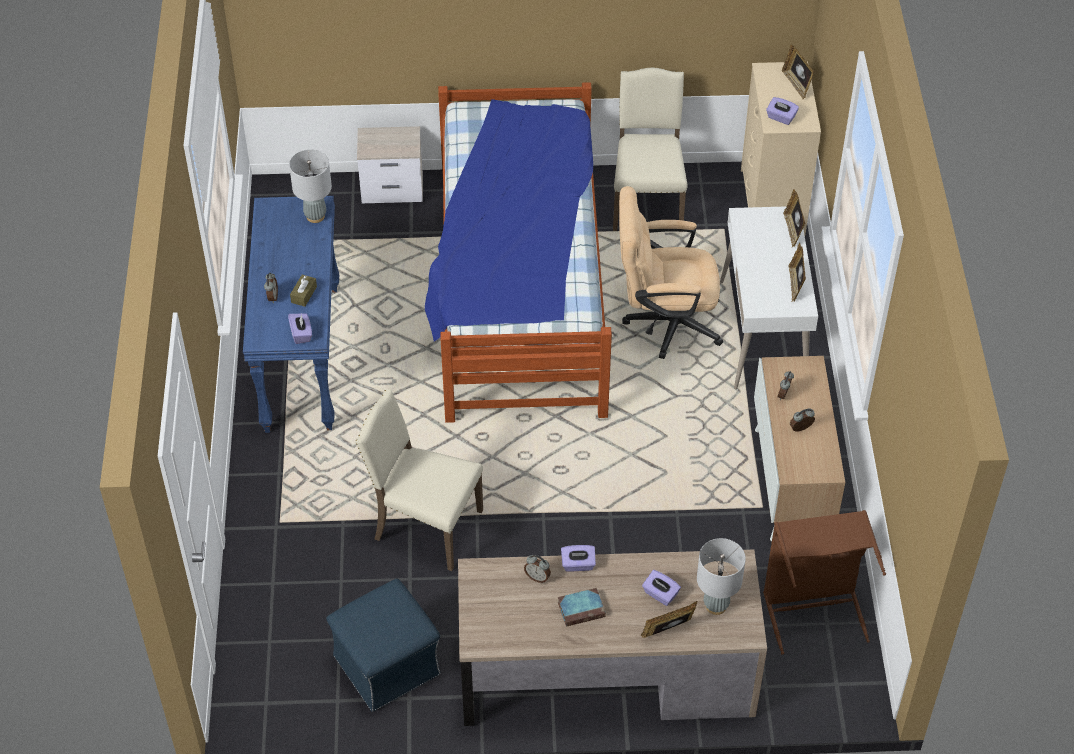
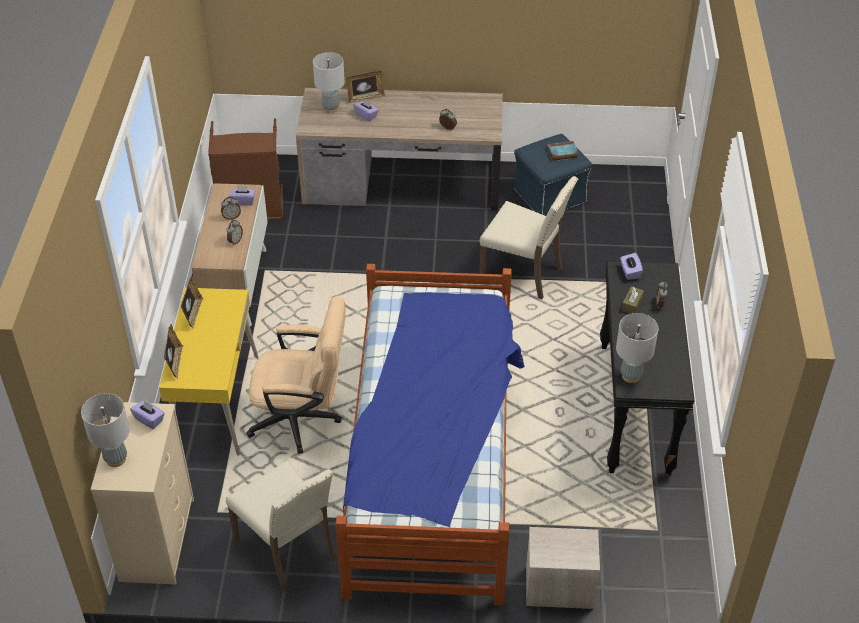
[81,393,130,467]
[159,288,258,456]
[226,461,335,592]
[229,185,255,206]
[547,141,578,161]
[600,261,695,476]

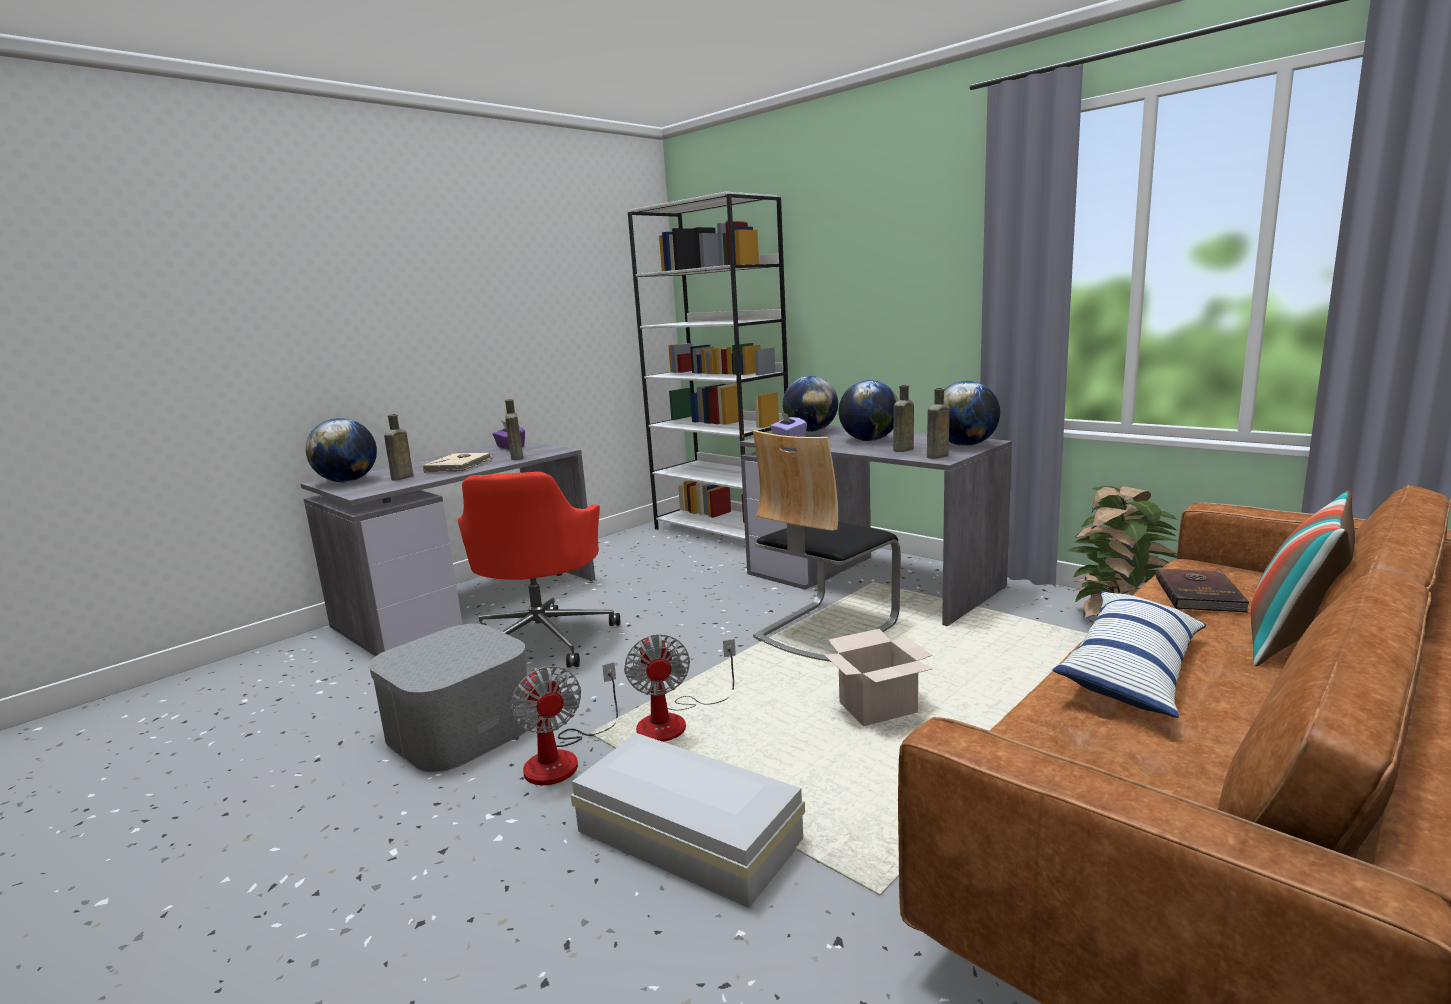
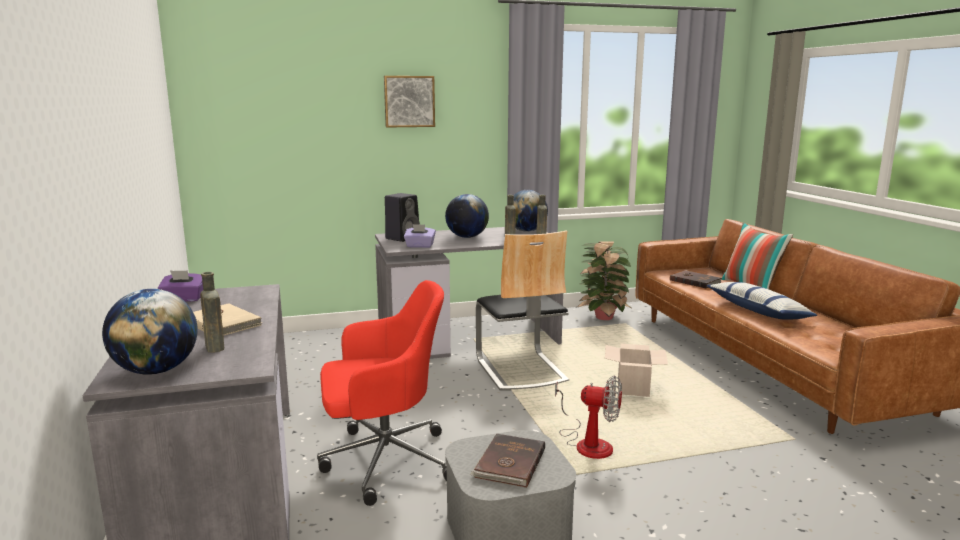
[317,280,447,506]
[384,76,435,128]
[385,193,420,242]
[470,434,545,488]
[505,399,523,460] (first image)
[511,662,618,785] (first image)
[571,733,805,908] (first image)
[628,192,788,540] (first image)

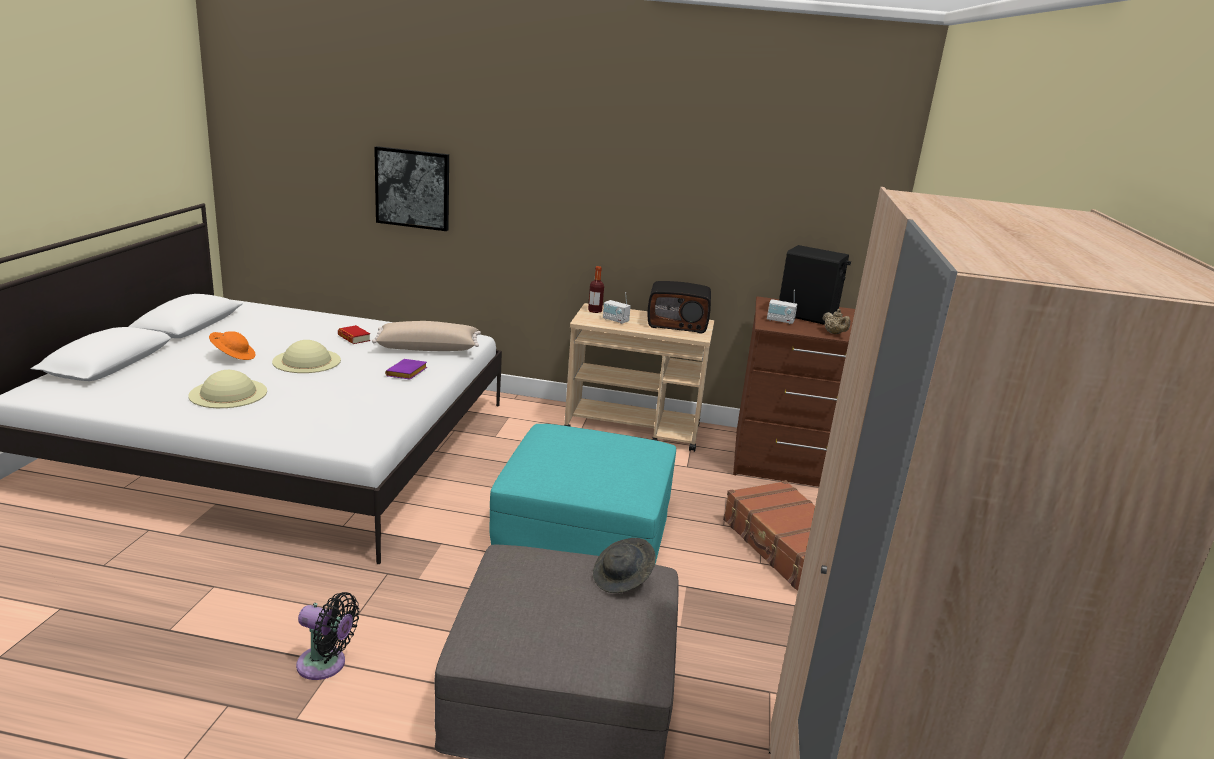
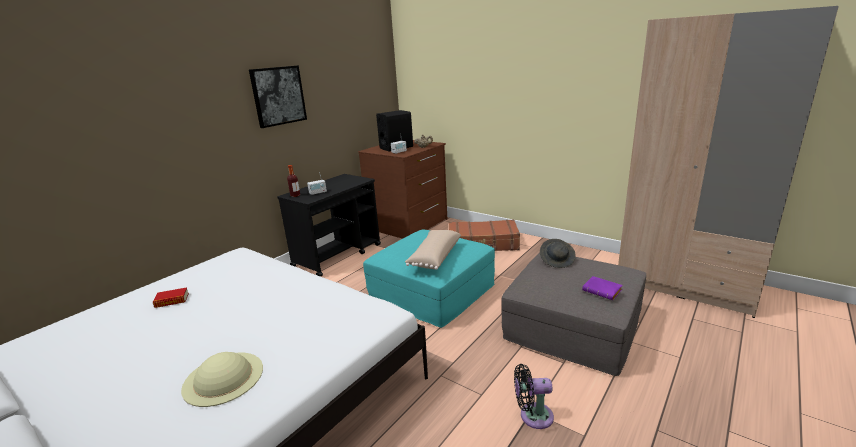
[249,66,307,128]
[277,174,381,276]
[405,230,461,270]
[514,364,554,429]
[582,276,623,300]
[209,331,255,360] (first image)
[272,340,341,373] (first image)
[647,281,711,334] (first image)

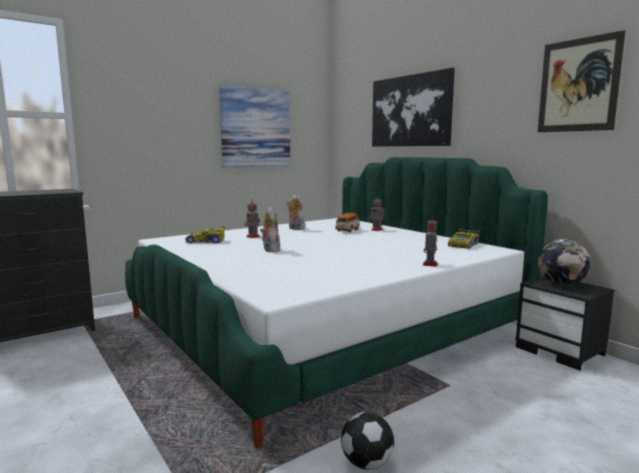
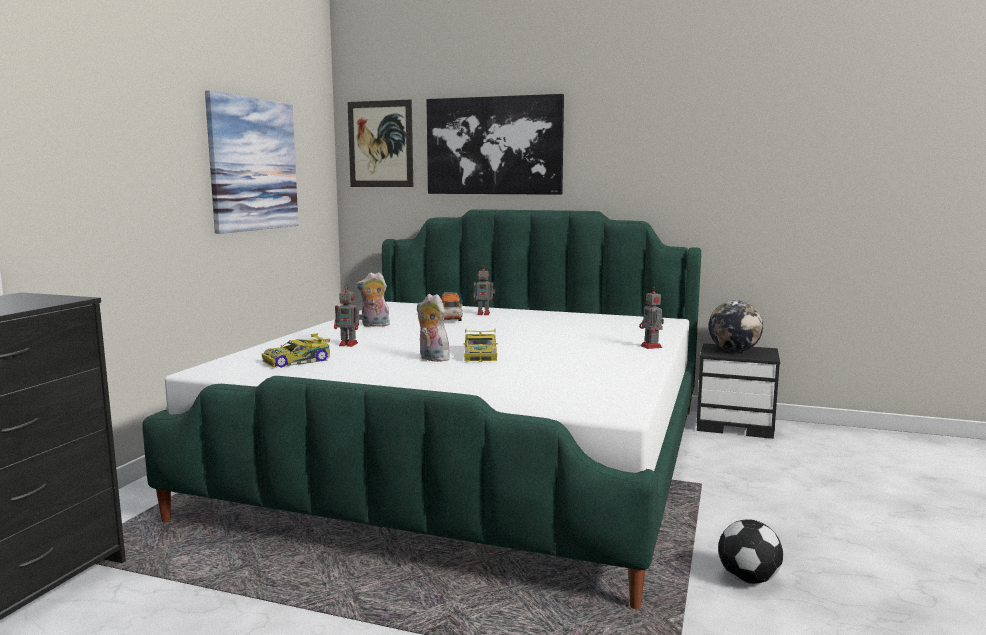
[348,100,413,187]
[464,328,498,362]

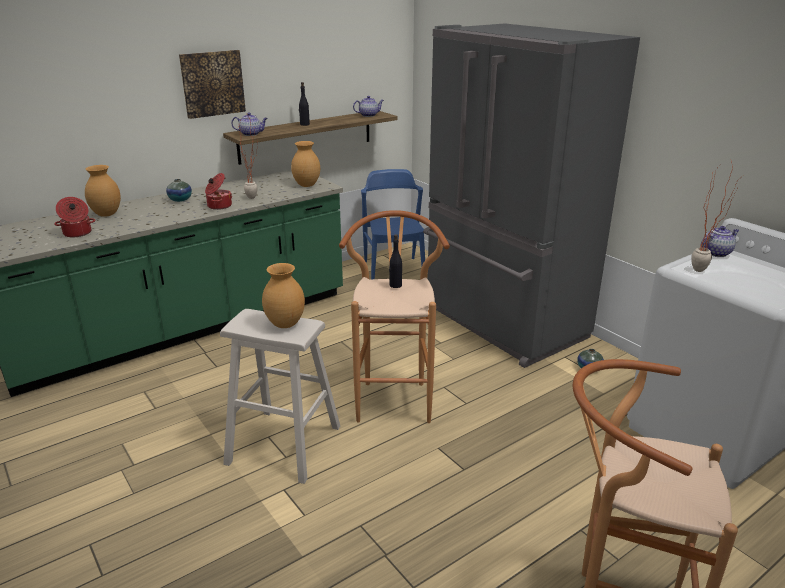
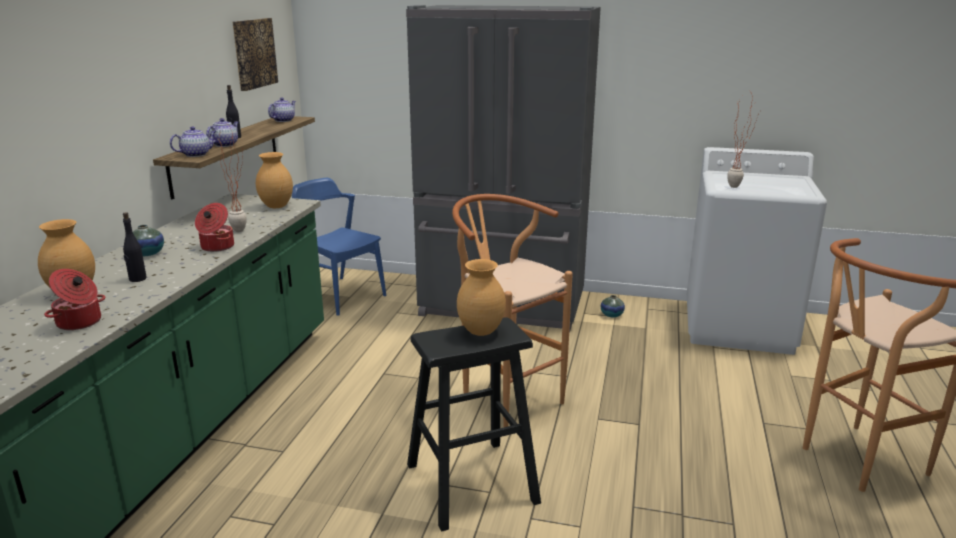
[123,212,147,282]
[206,118,238,147]
[232,18,278,91]
[407,317,541,532]

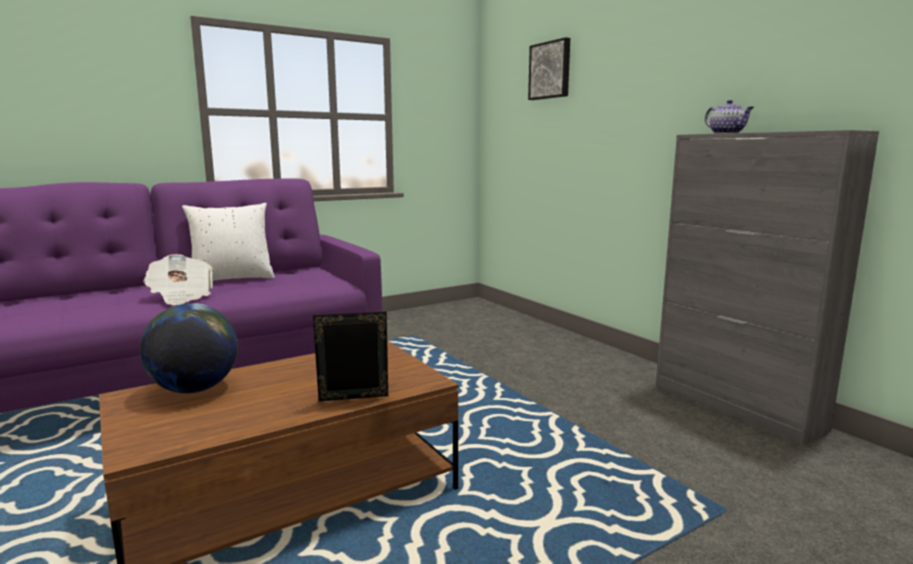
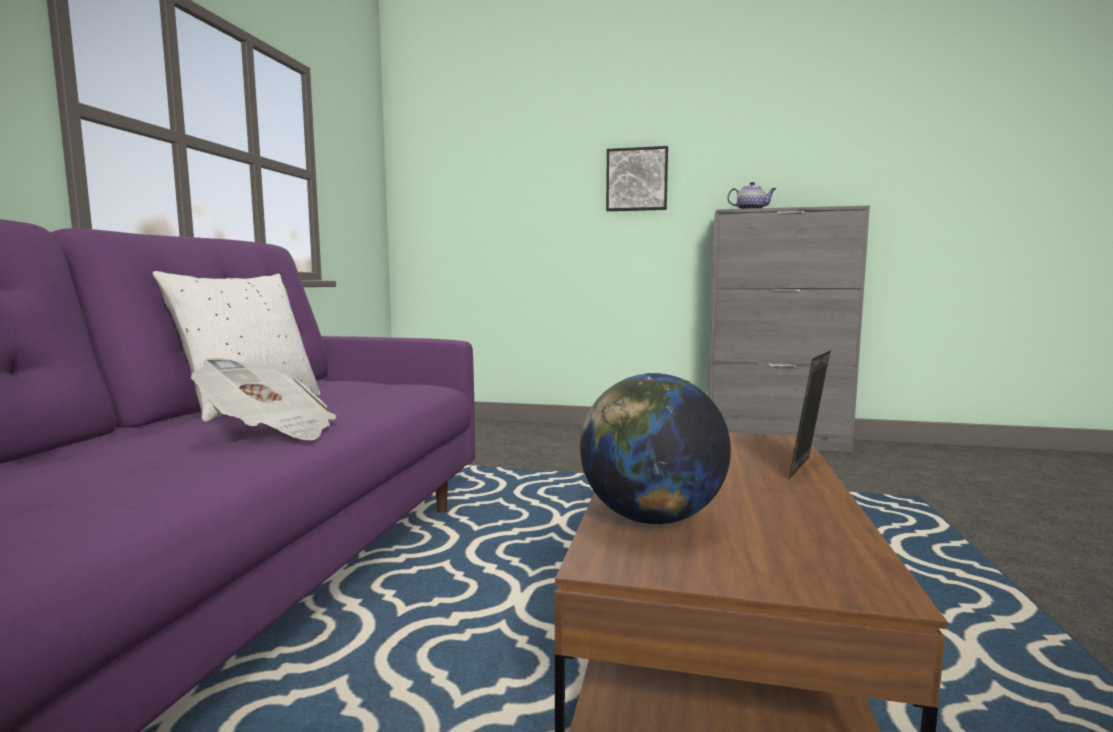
[606,146,668,211]

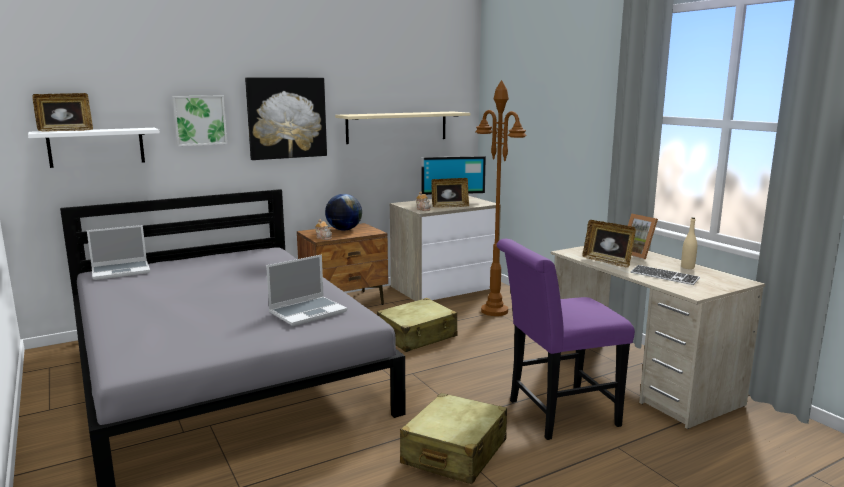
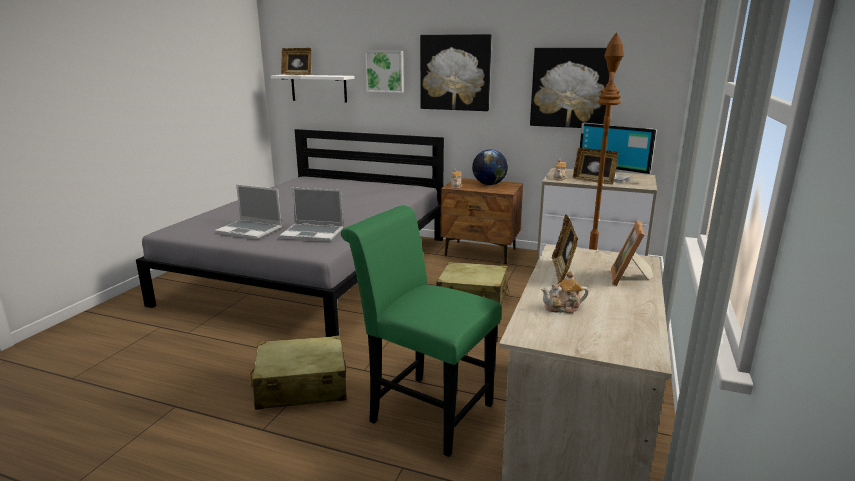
[215,184,282,240]
[341,205,502,457]
[530,48,609,128]
[541,271,588,313]
[681,217,697,269] (first image)

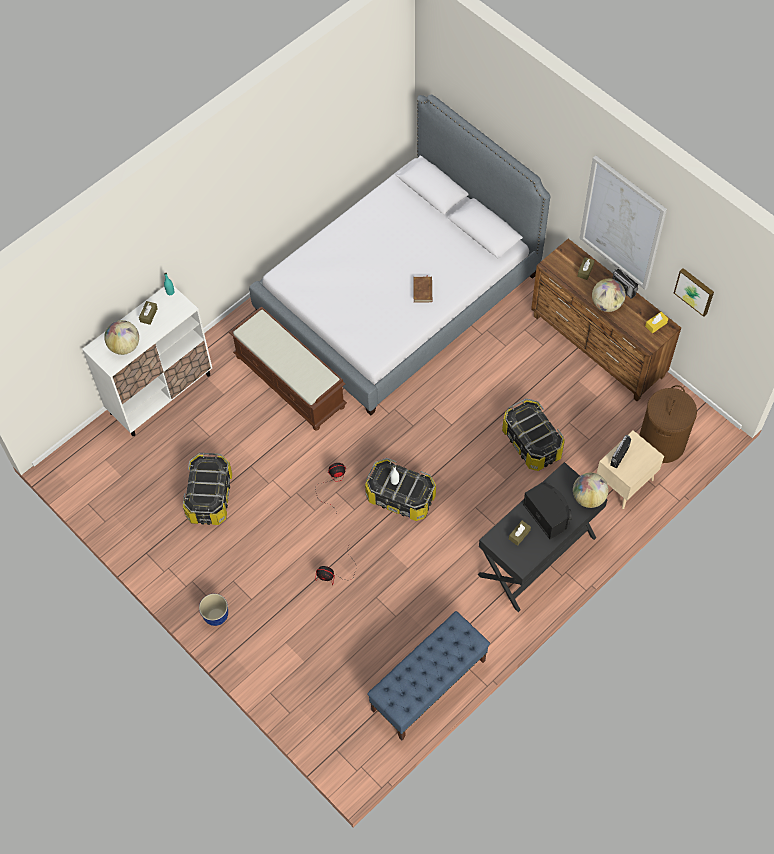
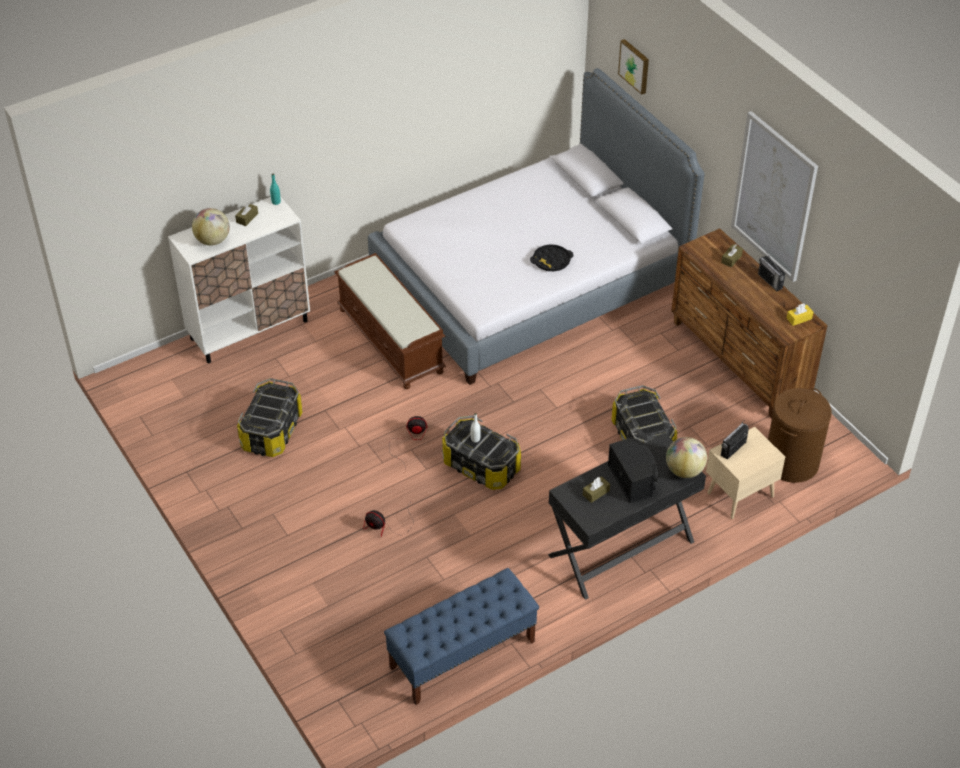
[530,244,574,271]
[618,39,649,95]
[199,594,228,626] (first image)
[592,279,626,312] (first image)

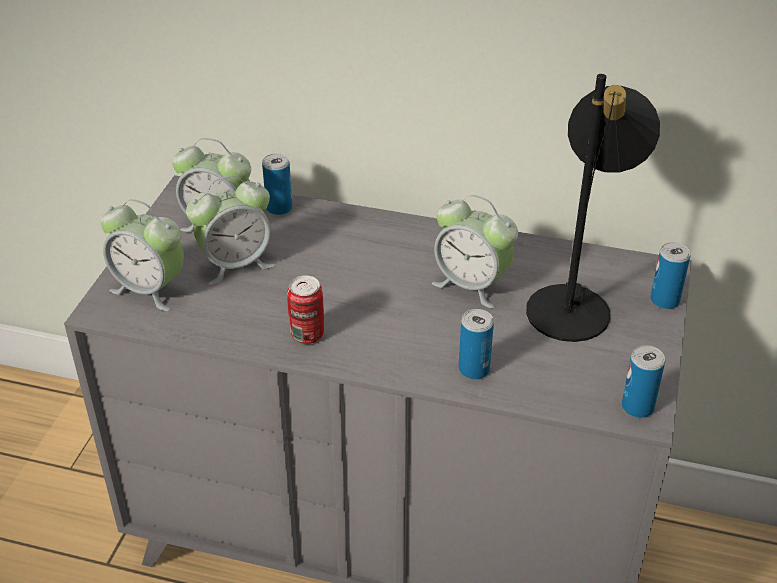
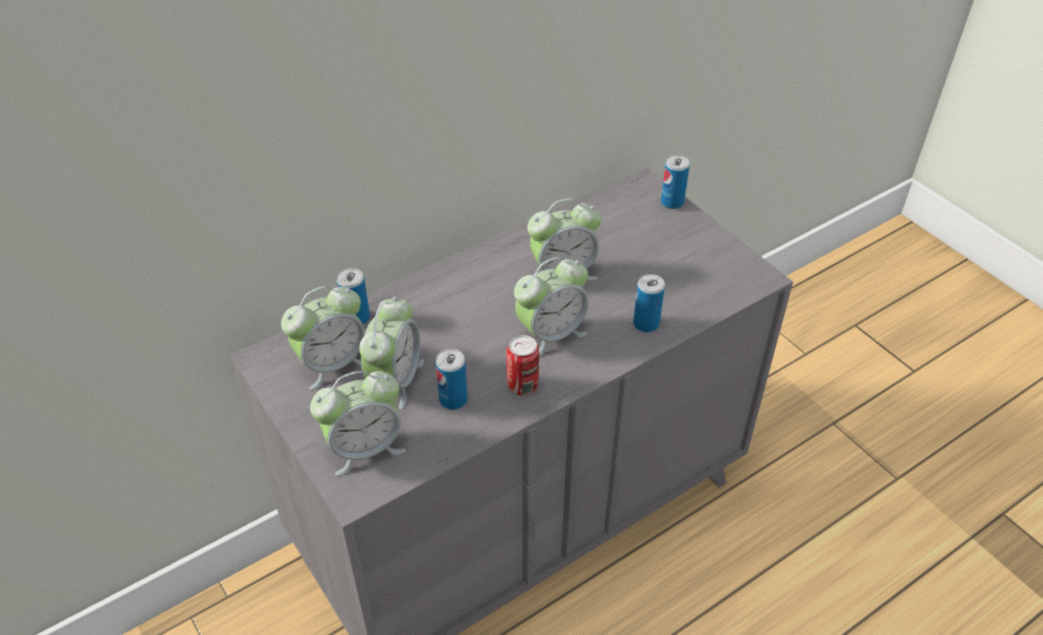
[436,349,467,410]
[514,257,589,356]
[526,74,660,342] (first image)

